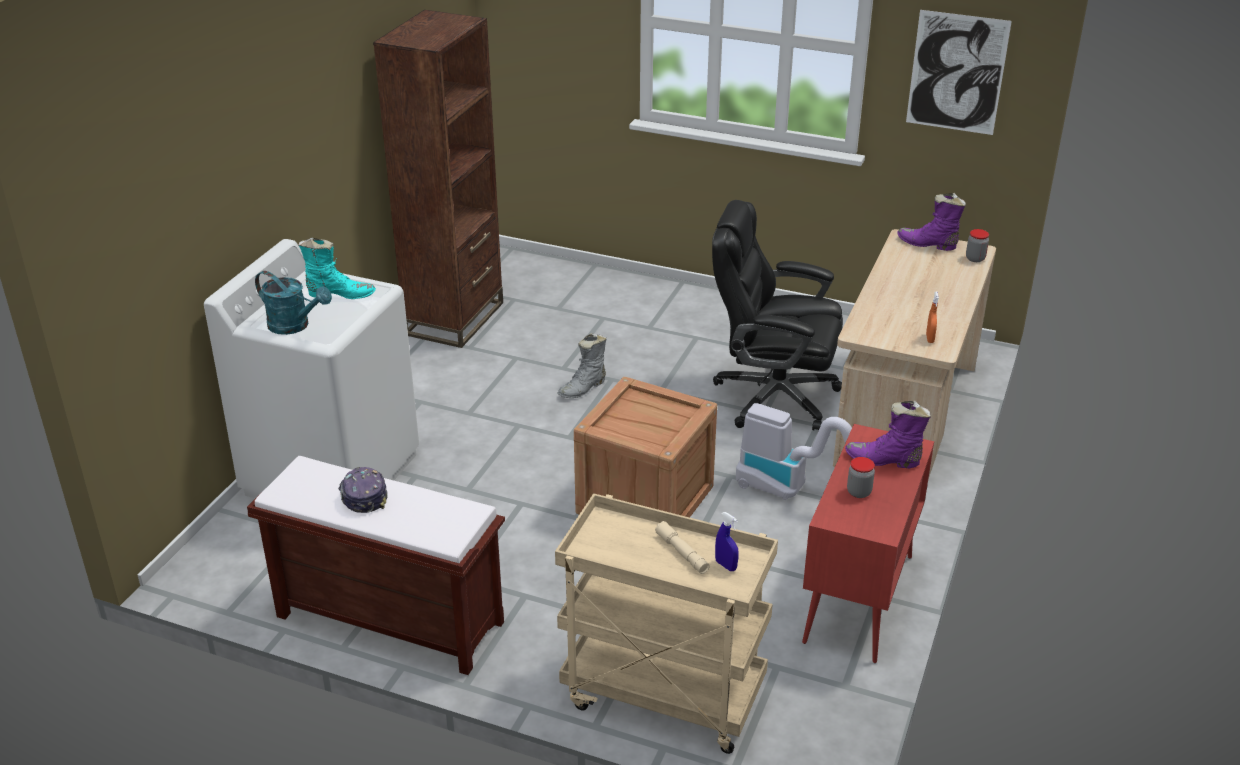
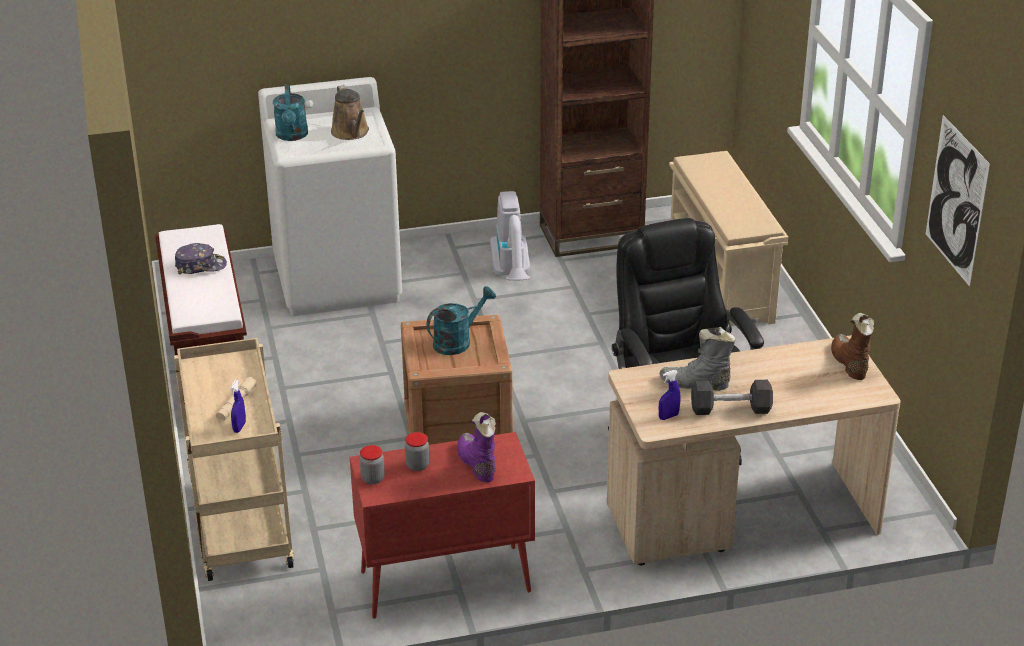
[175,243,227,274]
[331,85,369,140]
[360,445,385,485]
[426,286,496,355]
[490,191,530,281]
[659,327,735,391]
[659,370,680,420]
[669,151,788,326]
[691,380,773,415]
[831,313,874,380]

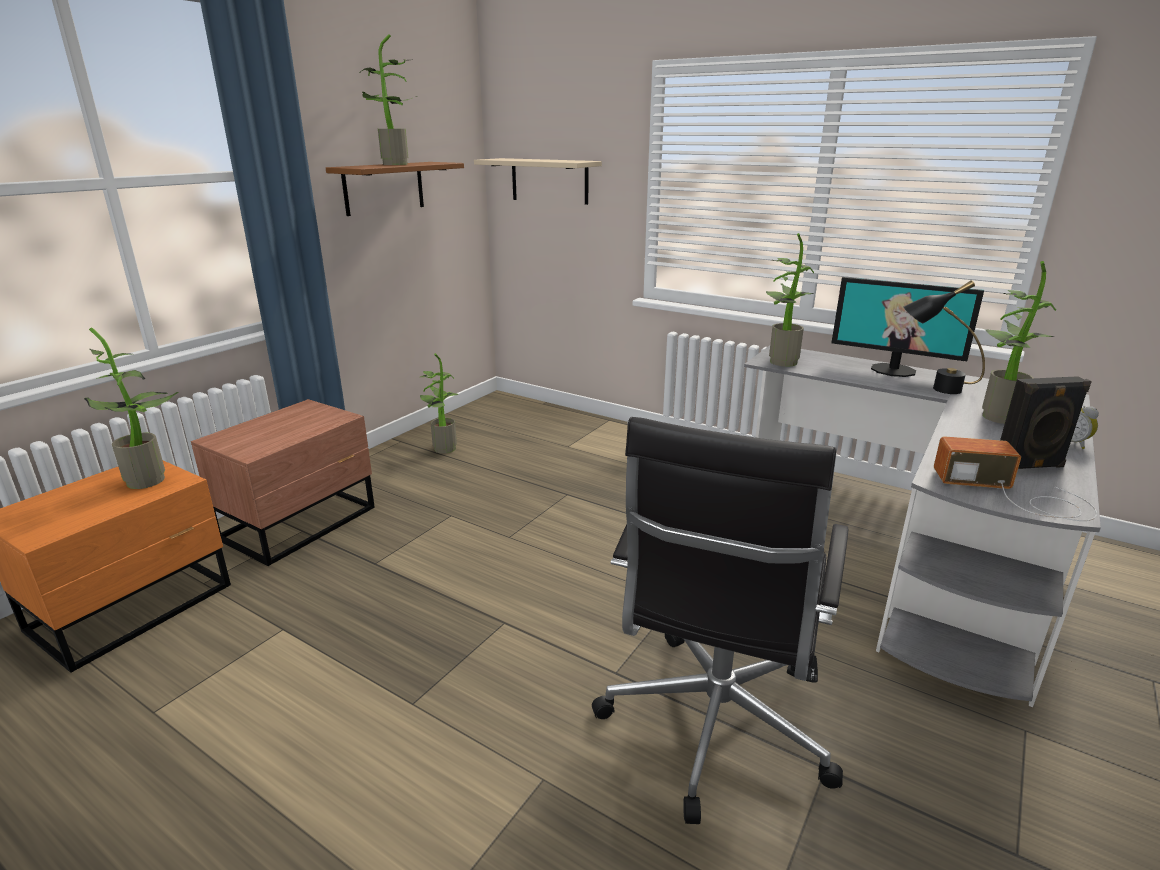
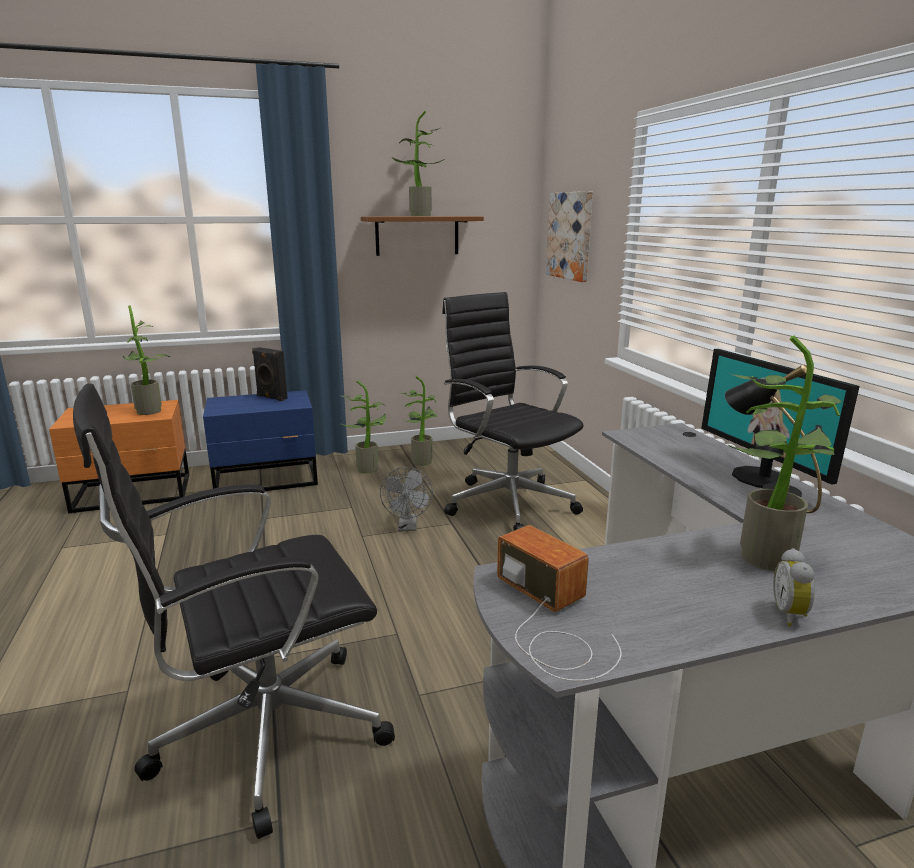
[203,390,318,491]
[252,347,288,401]
[339,381,386,473]
[380,467,433,531]
[442,292,584,531]
[546,191,593,282]

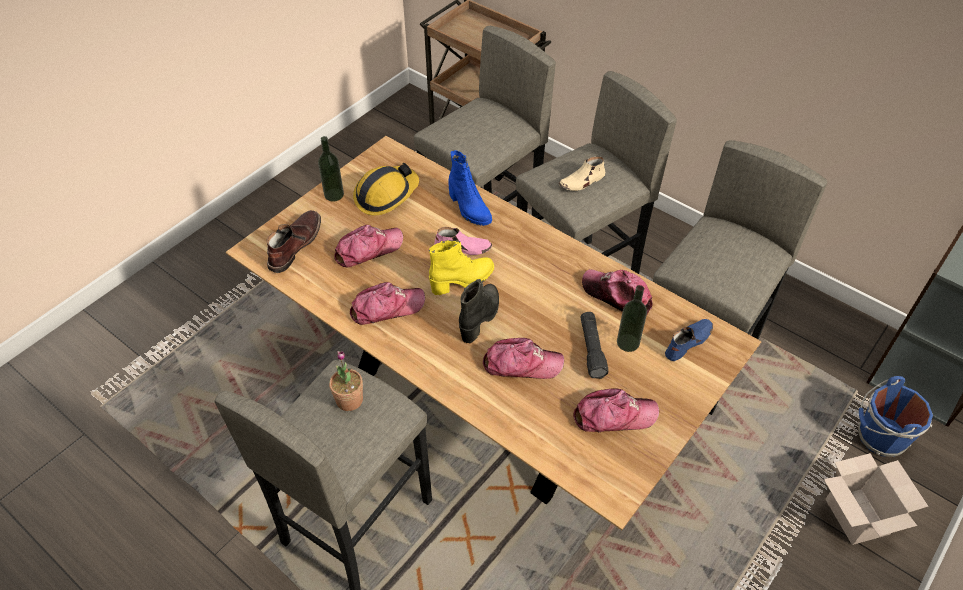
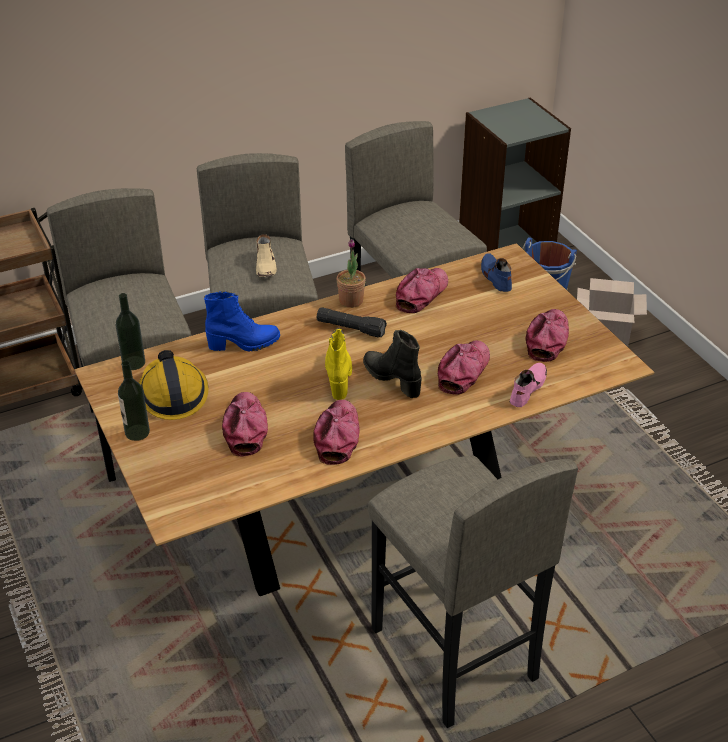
[115,293,145,370]
[317,307,387,338]
[337,239,366,308]
[396,268,448,313]
[510,363,547,407]
[267,210,321,273] (first image)

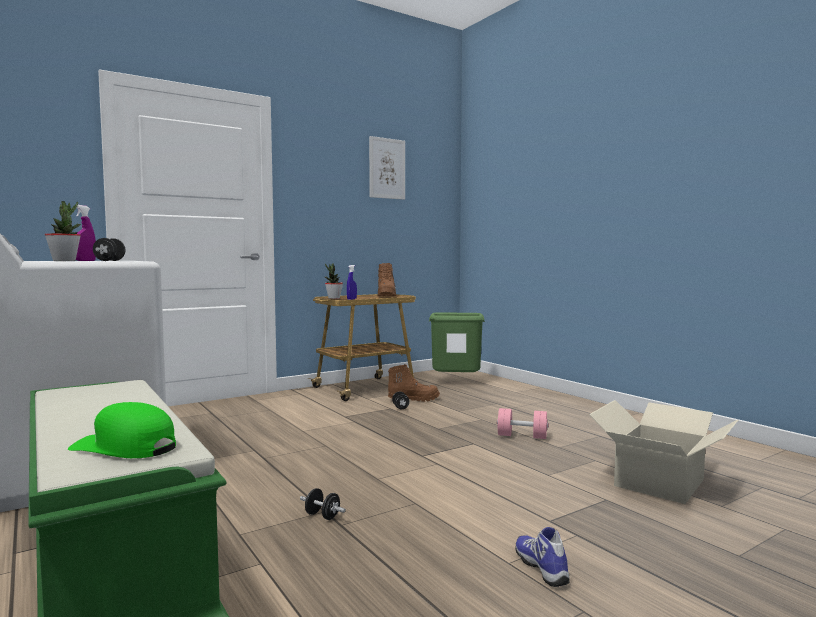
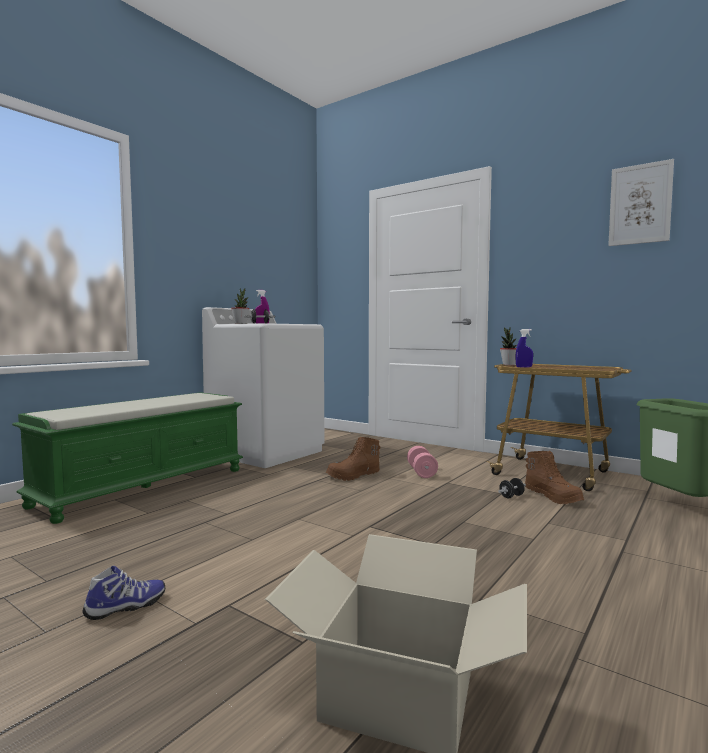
[326,437,380,481]
[407,446,438,478]
[68,402,176,458] (first image)
[300,488,346,520] (first image)

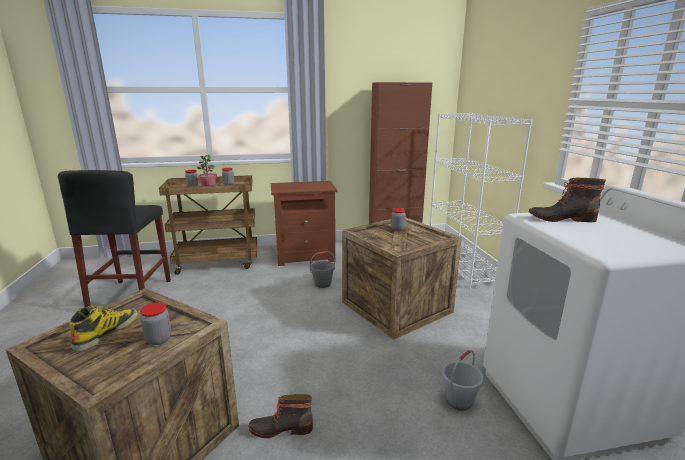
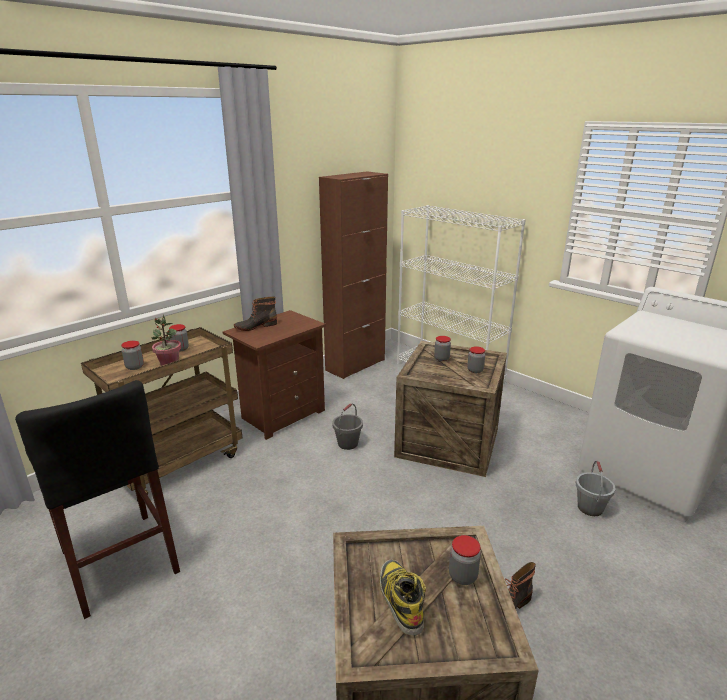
[234,297,277,331]
[467,346,485,373]

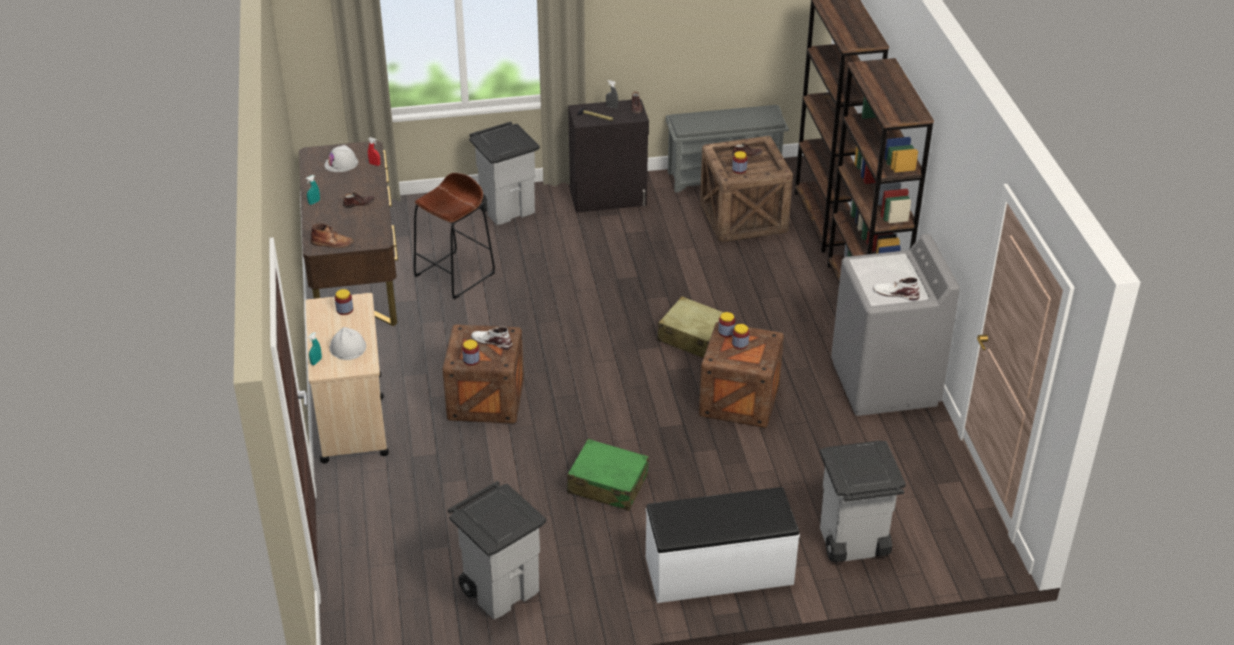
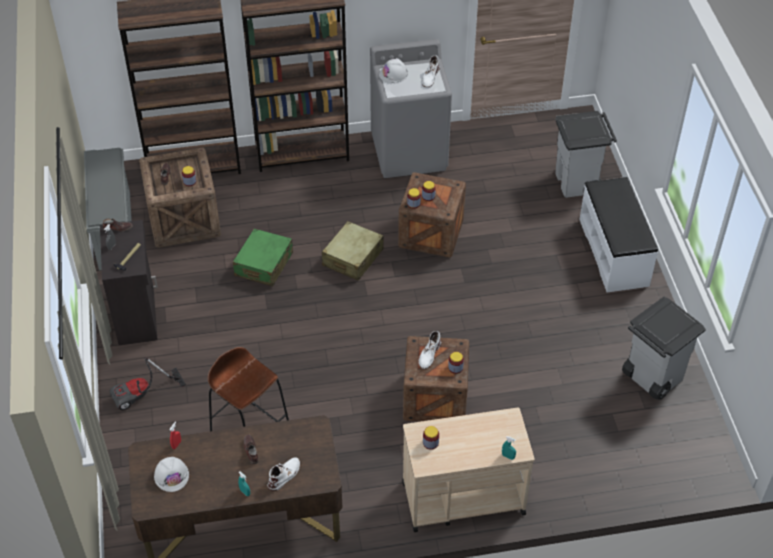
[109,357,186,410]
[233,228,293,286]
[267,457,300,491]
[379,58,408,83]
[311,223,354,248] (first image)

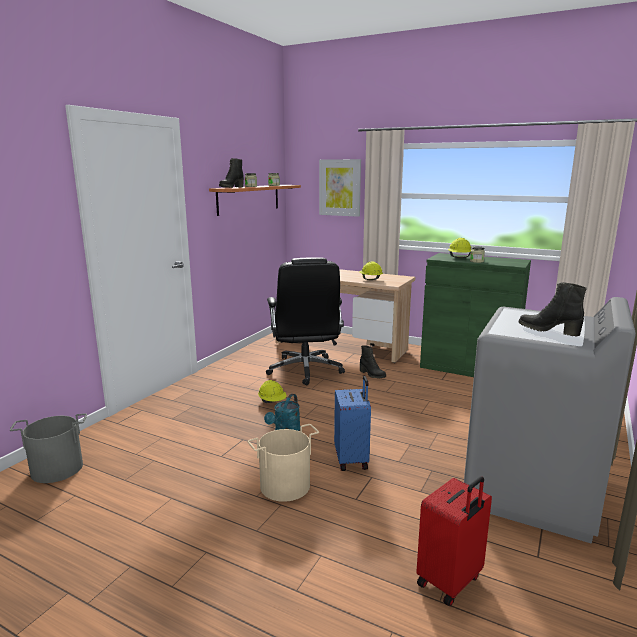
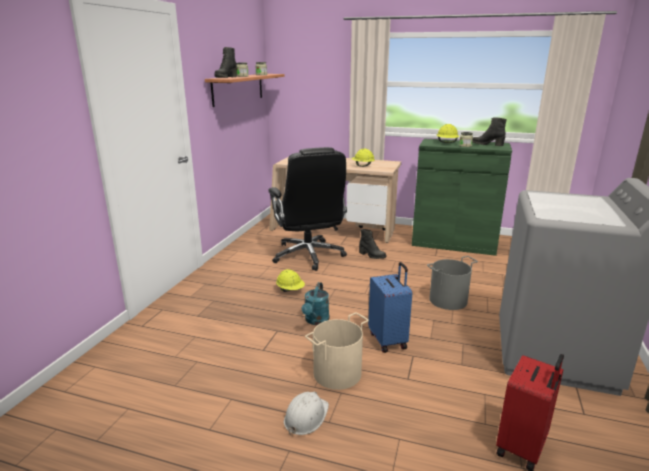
[284,392,329,435]
[427,256,478,310]
[472,117,507,146]
[319,159,361,217] (first image)

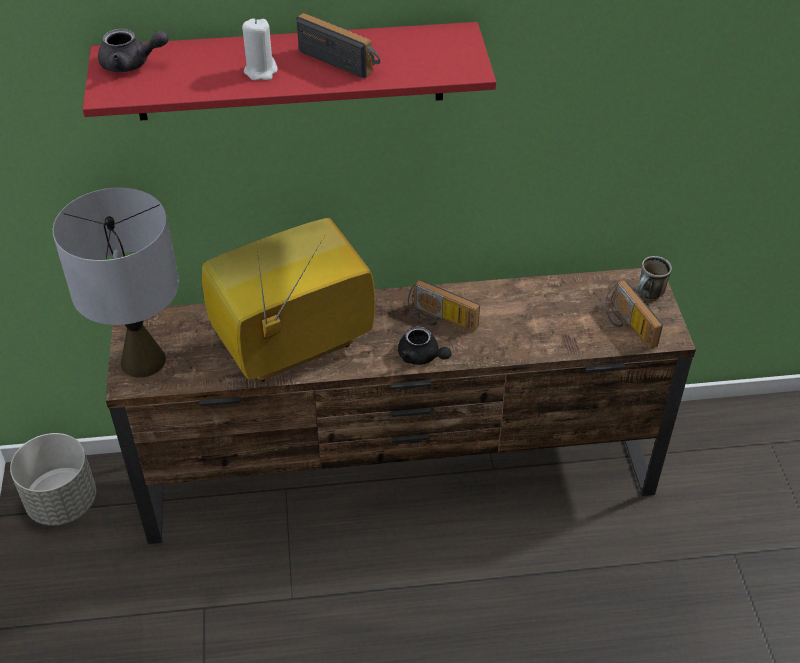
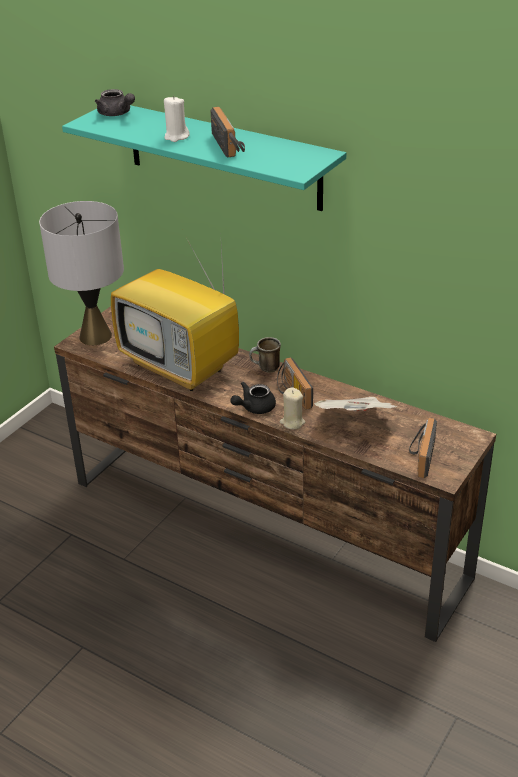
[62,105,346,211]
[111,231,239,391]
[230,382,276,414]
[249,337,281,373]
[280,388,305,430]
[314,397,398,412]
[10,433,96,526] (first image)

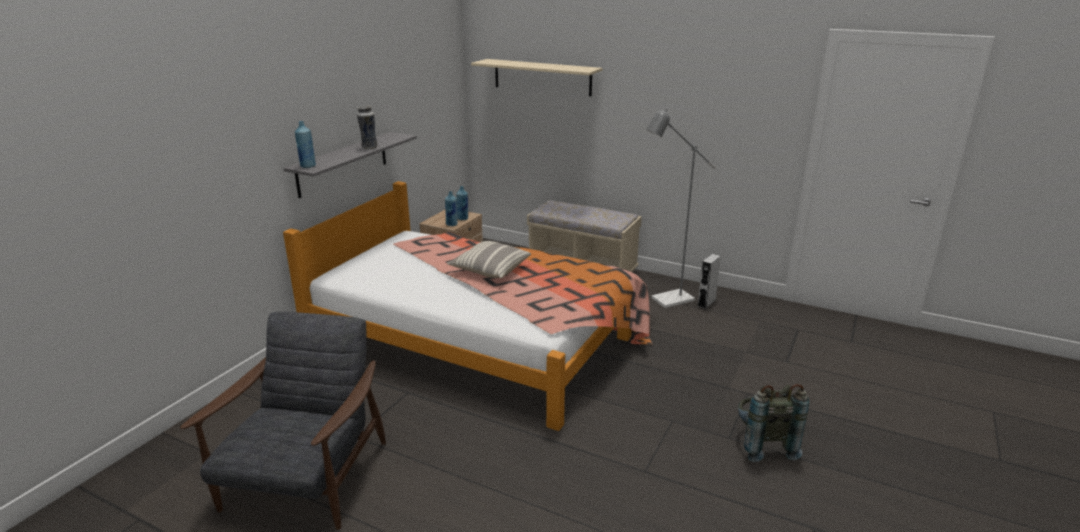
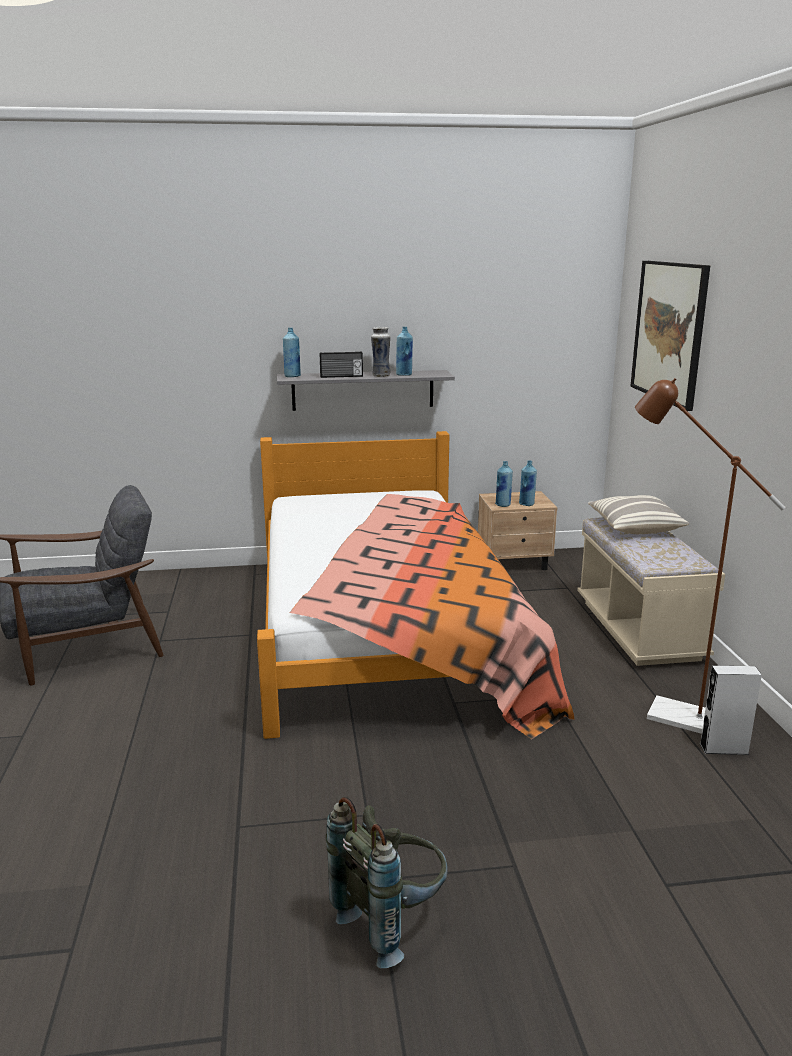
[320,351,363,378]
[396,327,413,376]
[588,495,689,534]
[630,261,710,411]
[635,378,786,734]

